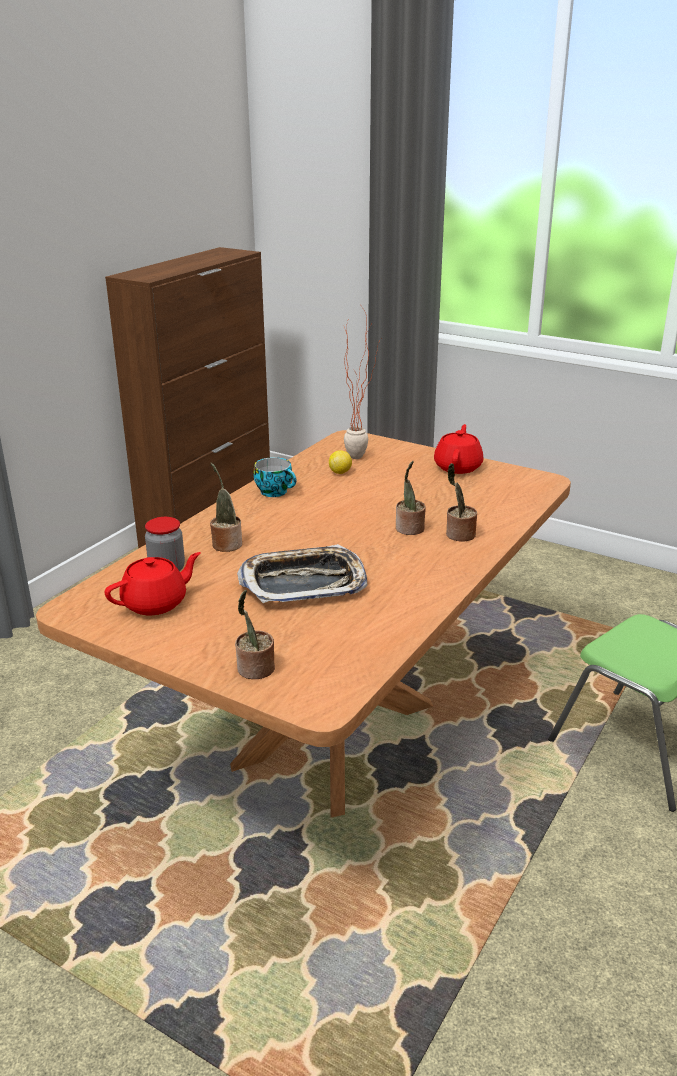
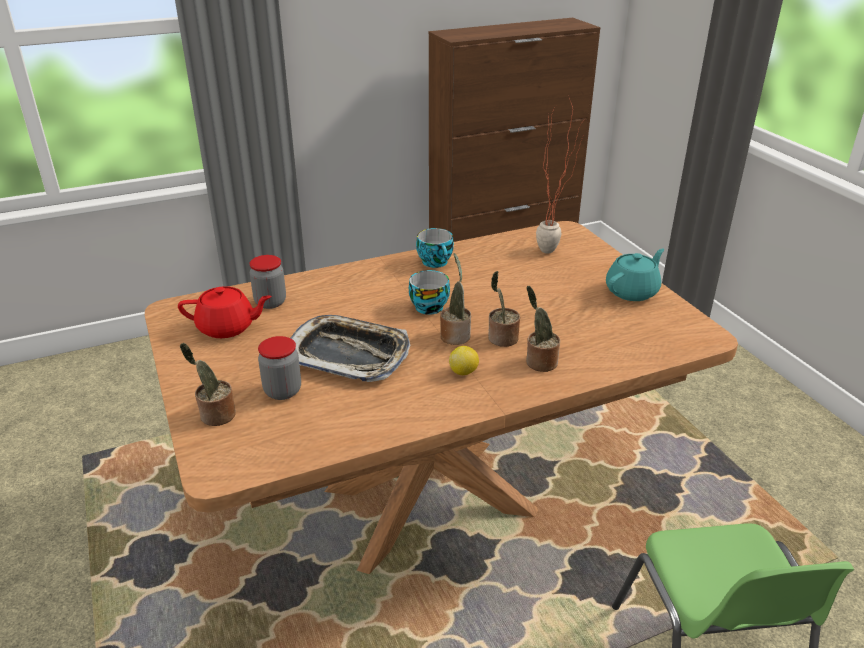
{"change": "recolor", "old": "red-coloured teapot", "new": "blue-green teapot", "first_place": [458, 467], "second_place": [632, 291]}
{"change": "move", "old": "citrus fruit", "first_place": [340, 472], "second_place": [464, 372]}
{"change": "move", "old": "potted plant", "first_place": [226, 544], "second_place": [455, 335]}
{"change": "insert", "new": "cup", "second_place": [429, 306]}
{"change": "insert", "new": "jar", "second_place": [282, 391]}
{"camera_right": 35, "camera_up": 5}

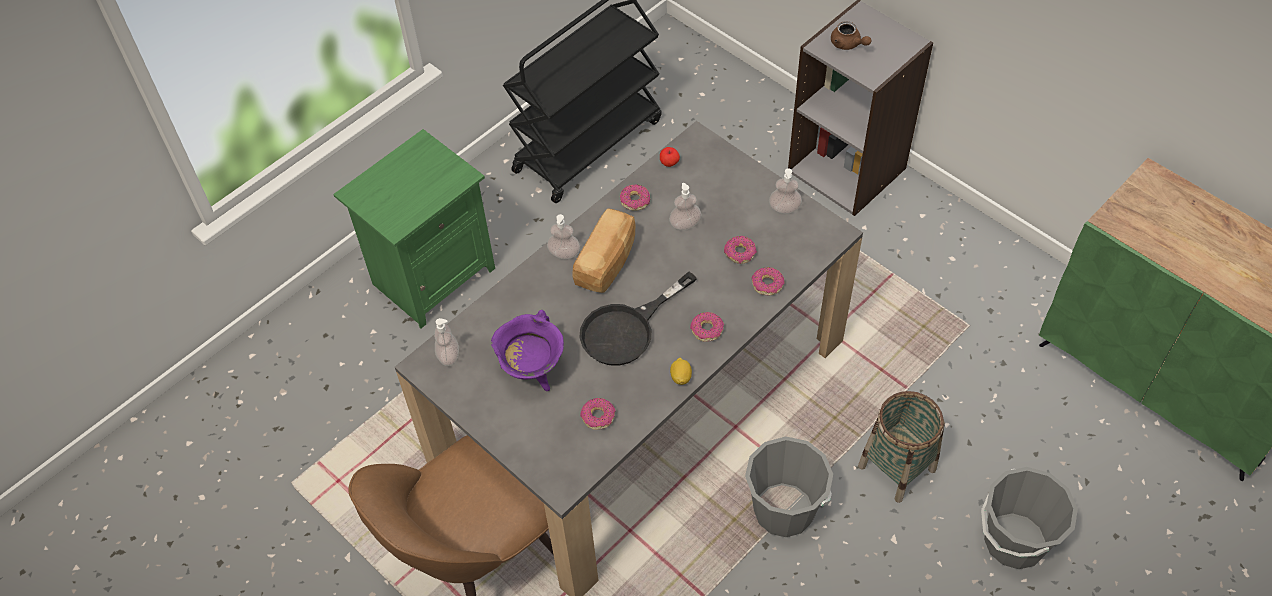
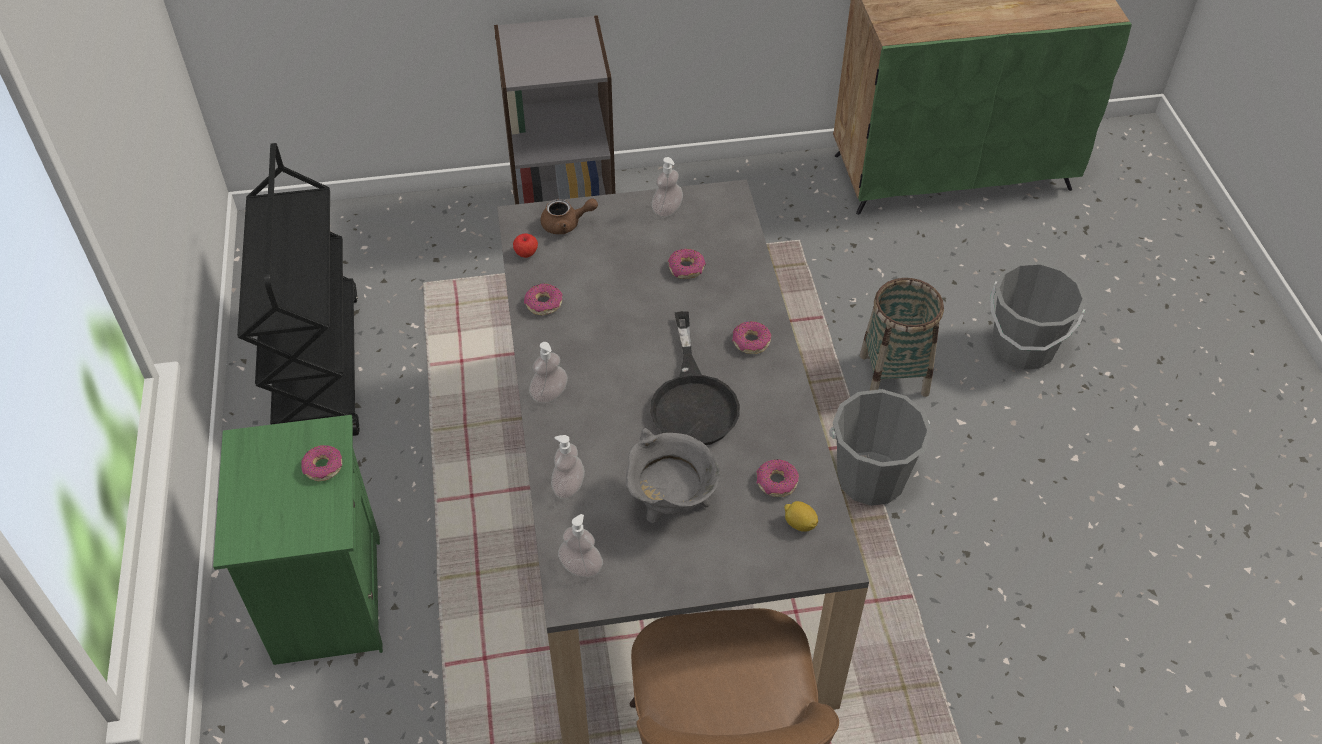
{"change": "move", "old": "brownish teapot", "first_place": [848, 44], "second_place": [566, 224]}
{"change": "move", "old": "liquid soap bottle", "first_place": [685, 224], "second_place": [568, 486]}
{"change": "delete", "old": "baked bread", "first_place": [607, 262]}
{"change": "move", "old": "ring doughnut", "first_place": [767, 284], "second_place": [323, 467]}
{"change": "recolor", "old": "purple-coloured saucepot", "new": "grey saucepot", "first_place": [532, 371], "second_place": [671, 504]}
{"change": "move", "old": "citrus fruit", "first_place": [681, 377], "second_place": [799, 524]}
{"camera_right": -55, "camera_up": -5}

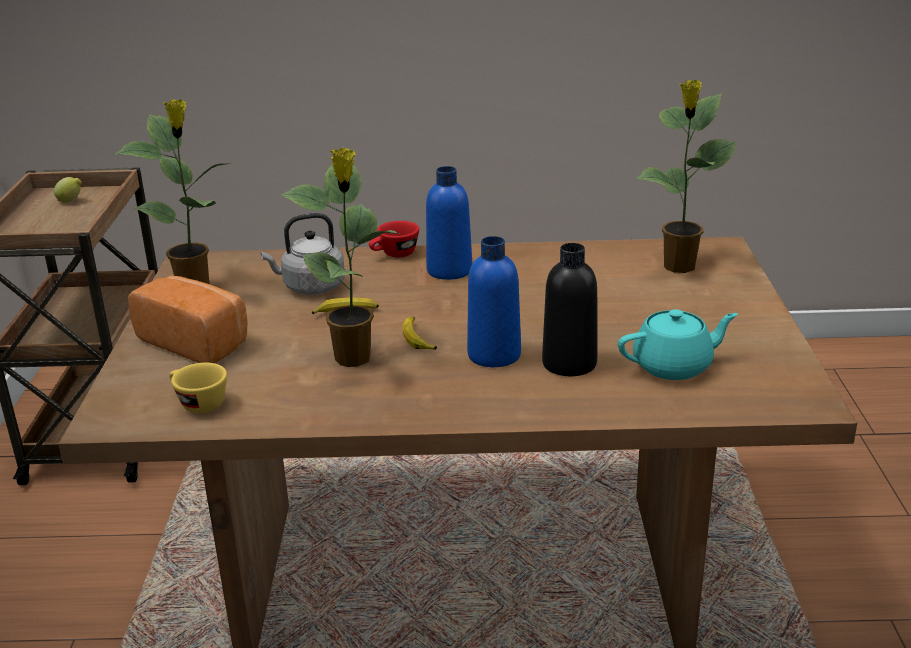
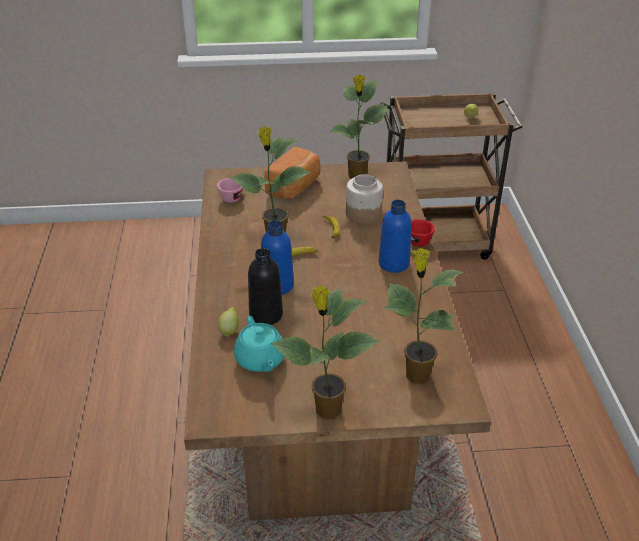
{"change": "replace", "old": "grey kettle", "new": "jar", "first_place": [310, 287], "second_place": [363, 213]}
{"change": "recolor", "old": "yellow cup", "new": "pink cup", "first_place": [197, 403], "second_place": [233, 196]}
{"change": "insert", "new": "potted plant", "second_place": [326, 410]}
{"change": "insert", "new": "citrus fruit", "second_place": [229, 330]}
{"camera_right": 85, "camera_up": 10}

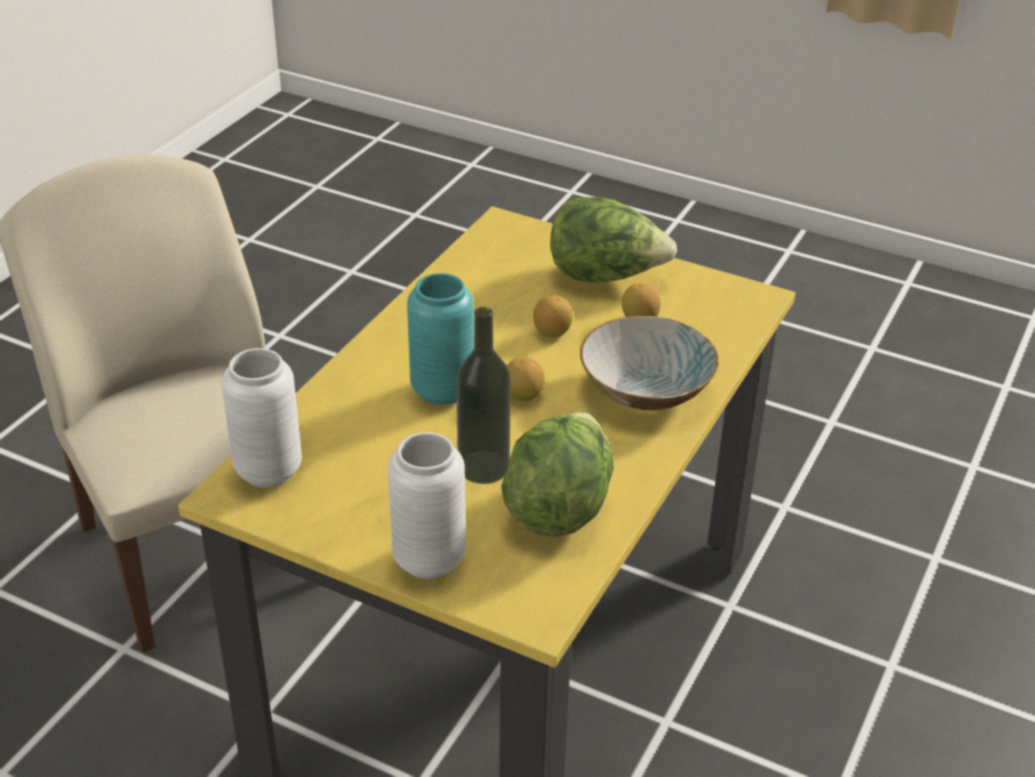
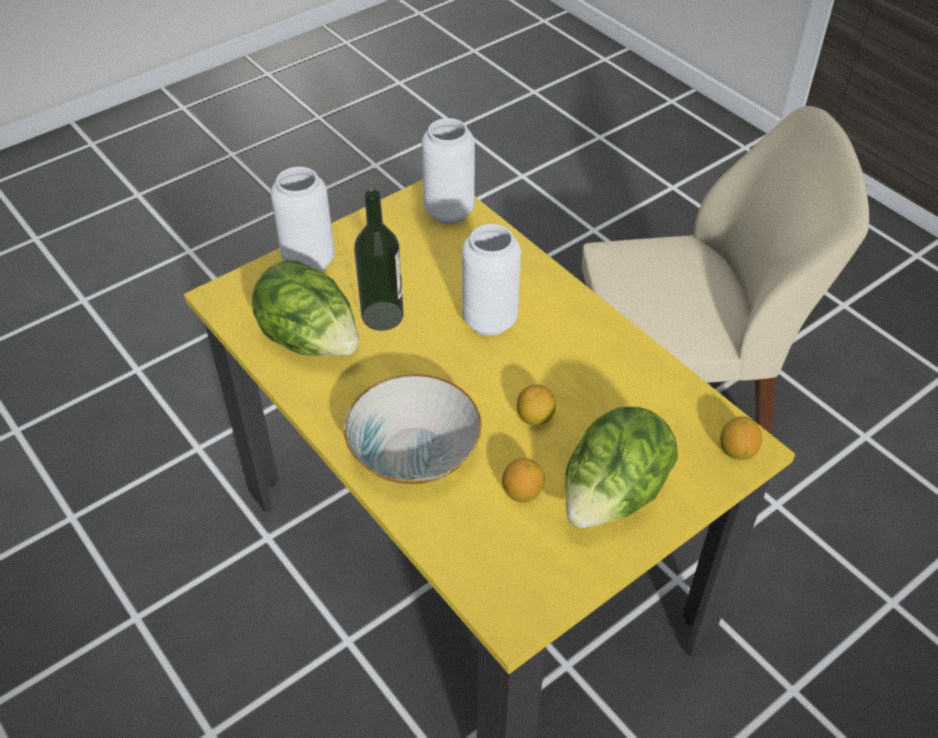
{"change": "recolor", "old": "blue-green vase", "new": "white vase", "first_place": [442, 390], "second_place": [490, 321]}
{"change": "move", "old": "citrus fruit", "first_place": [523, 396], "second_place": [736, 451]}
{"camera_right": 115, "camera_up": 10}

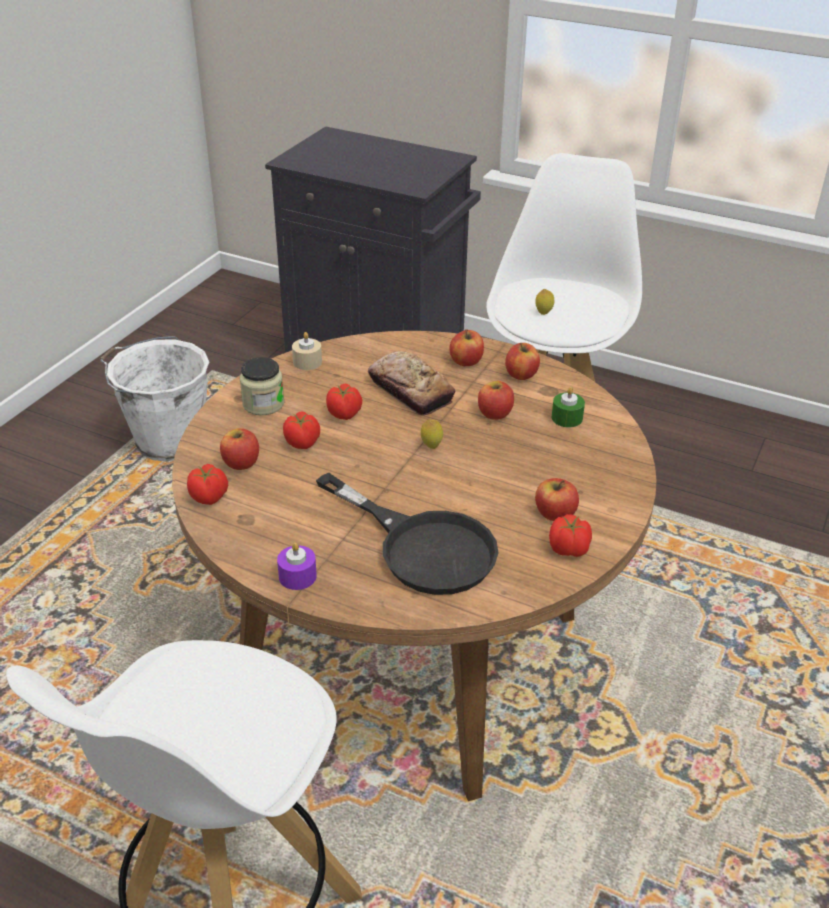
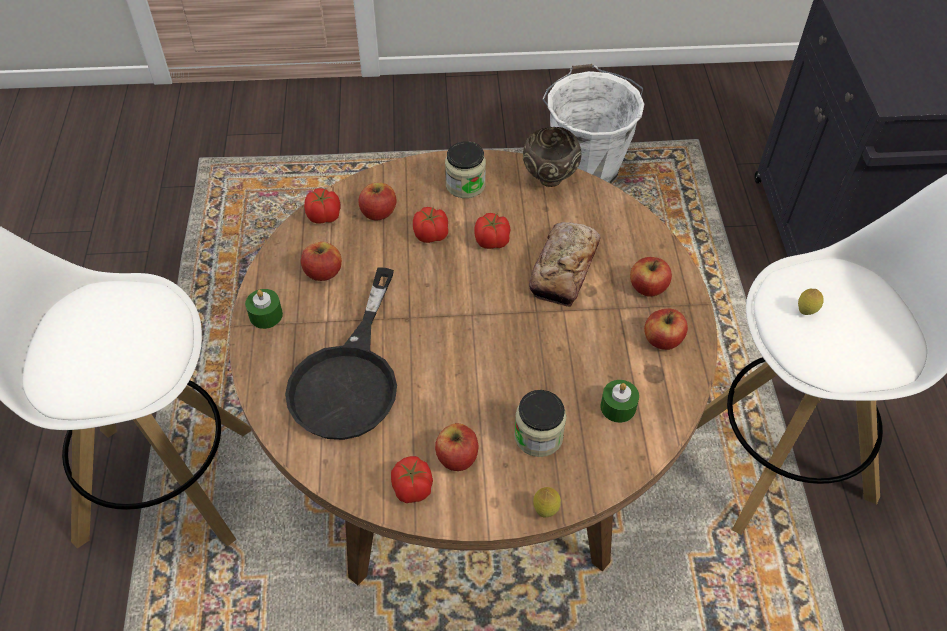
{"change": "replace", "old": "beige wax candle", "new": "brownish serving bowl", "first_place": [307, 362], "second_place": [548, 180]}
{"change": "move", "old": "whole apple", "first_place": [494, 413], "second_place": [323, 272]}
{"change": "move", "old": "citrus fruit", "first_place": [431, 446], "second_place": [545, 510]}
{"change": "recolor", "old": "purple-coloured wax candle", "new": "greenish wax candle", "first_place": [297, 576], "second_place": [266, 315]}
{"change": "insert", "new": "jar", "second_place": [538, 436]}
{"camera_right": 60, "camera_up": 15}

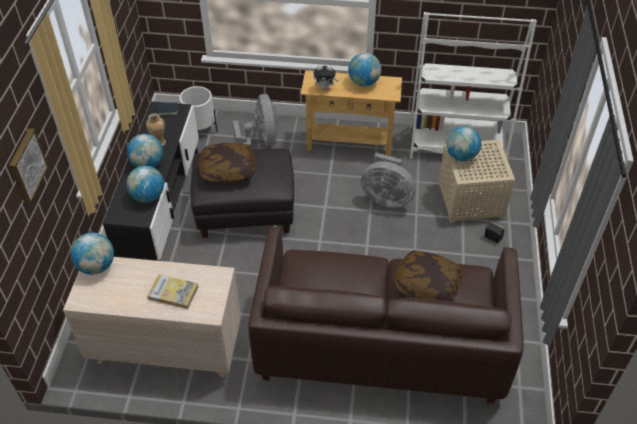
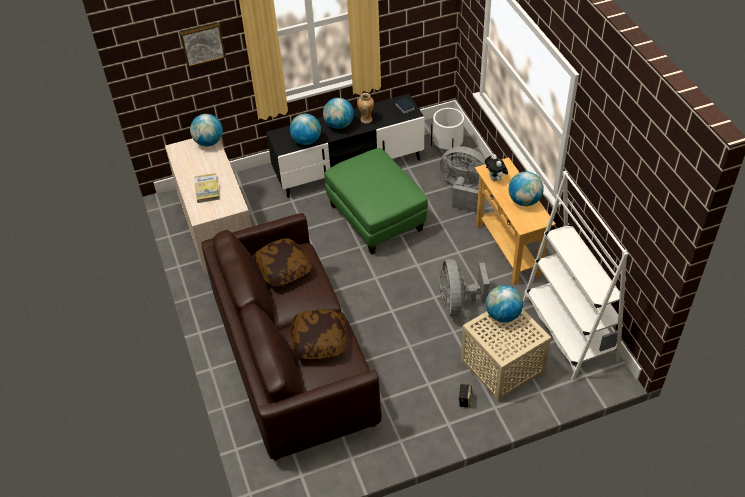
{"change": "rotate", "old": "grey electric fan", "first_place": [261, 141], "second_place": [463, 191], "degrees": -120}
{"change": "move", "old": "pillow", "first_place": [227, 170], "second_place": [283, 269]}
{"change": "recolor", "old": "black ottoman", "new": "greenish ottoman", "first_place": [245, 211], "second_place": [376, 217]}
{"camera_right": 65, "camera_up": 0}

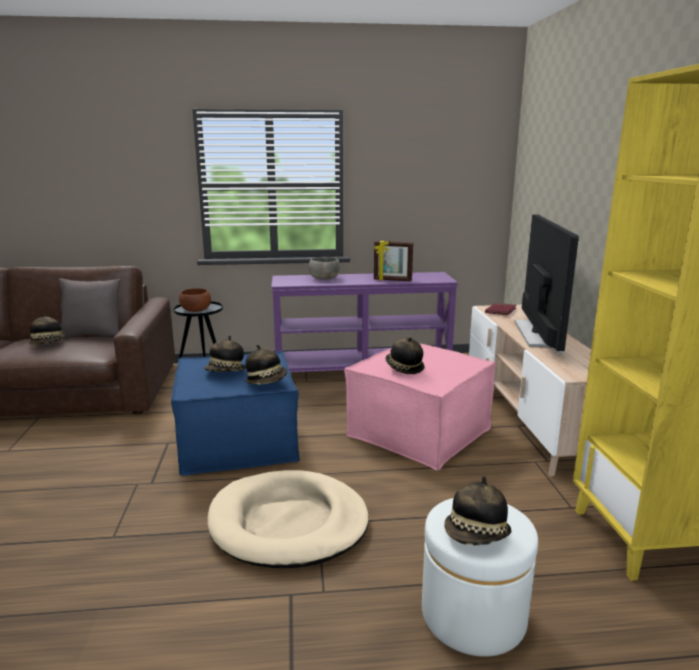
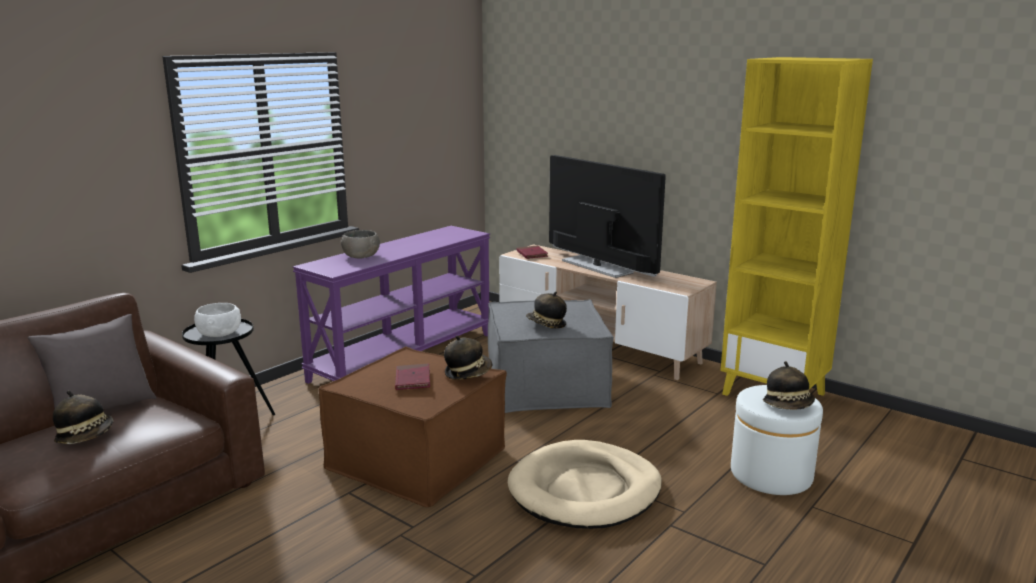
{"change": "delete", "old": "standing frame", "first_place": [392, 280]}
{"change": "recolor", "old": "brownish serving bowl", "new": "white serving bowl", "first_place": [196, 310], "second_place": [219, 334]}
{"change": "replace", "old": "wearable hat", "new": "red-coloured volume", "first_place": [226, 372], "second_place": [413, 379]}
{"change": "recolor", "old": "pink ottoman", "new": "grey ottoman", "first_place": [419, 432], "second_place": [547, 387]}
{"change": "recolor", "old": "blue-coloured ottoman", "new": "brownish ottoman", "first_place": [238, 441], "second_place": [417, 459]}
{"camera_right": -45, "camera_up": 0}

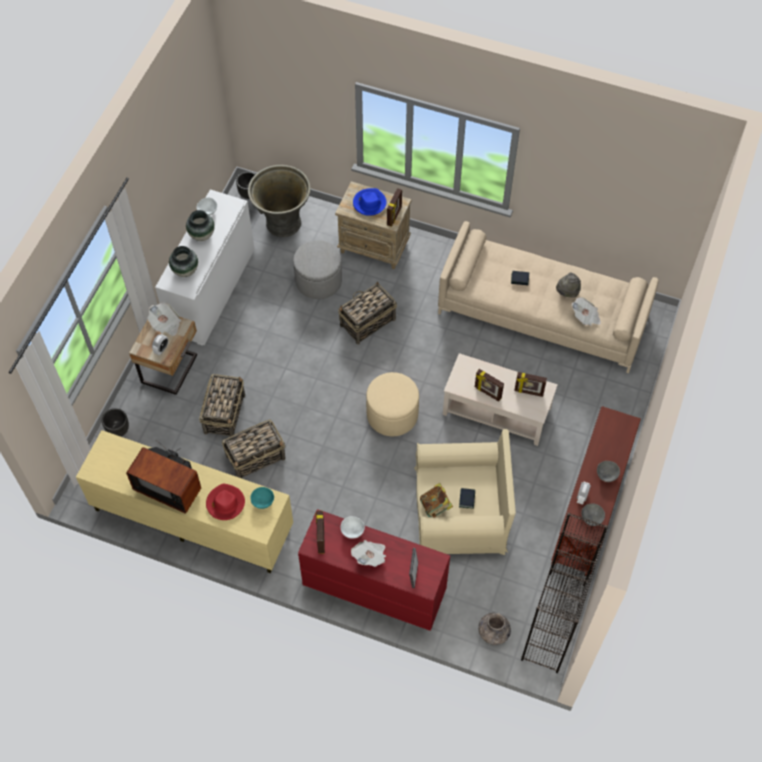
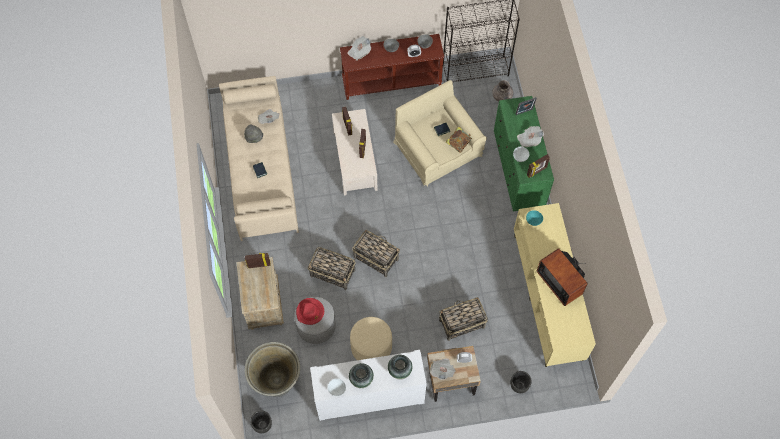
{"change": "delete", "old": "blue-coloured wearable hat", "first_place": [369, 203]}
{"change": "move", "old": "beige ottoman", "first_place": [392, 414], "second_place": [371, 346]}
{"change": "move", "old": "household basket", "first_place": [256, 457], "second_place": [375, 258]}
{"change": "rotate", "old": "TV set", "first_place": [169, 486], "second_place": [561, 281], "degrees": 150}
{"change": "move", "old": "red-coloured wearable hat", "first_place": [225, 503], "second_place": [310, 312]}
{"change": "recolor", "old": "red-coloured dresser", "new": "greenish dresser", "first_place": [373, 587], "second_place": [518, 169]}
{"change": "insert", "new": "daily paper", "second_place": [359, 52]}
{"camera_right": -120, "camera_up": 5}

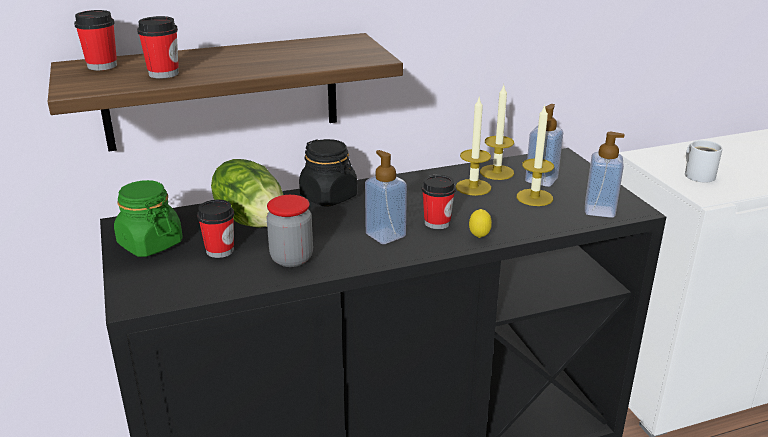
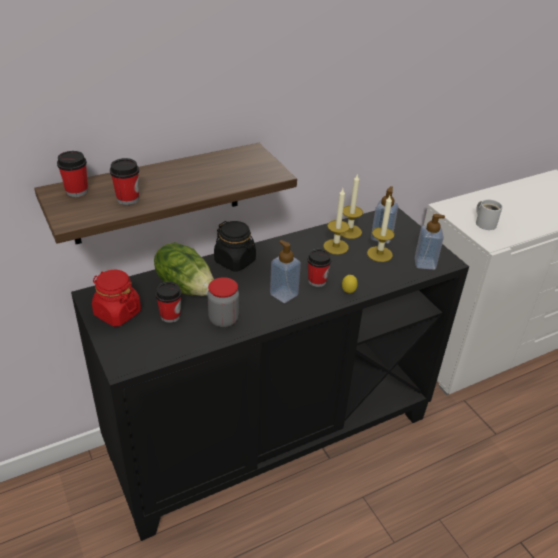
{"change": "recolor", "old": "greenish jar", "new": "red-coloured jar", "first_place": [150, 244], "second_place": [117, 313]}
{"camera_right": -10, "camera_up": 10}

